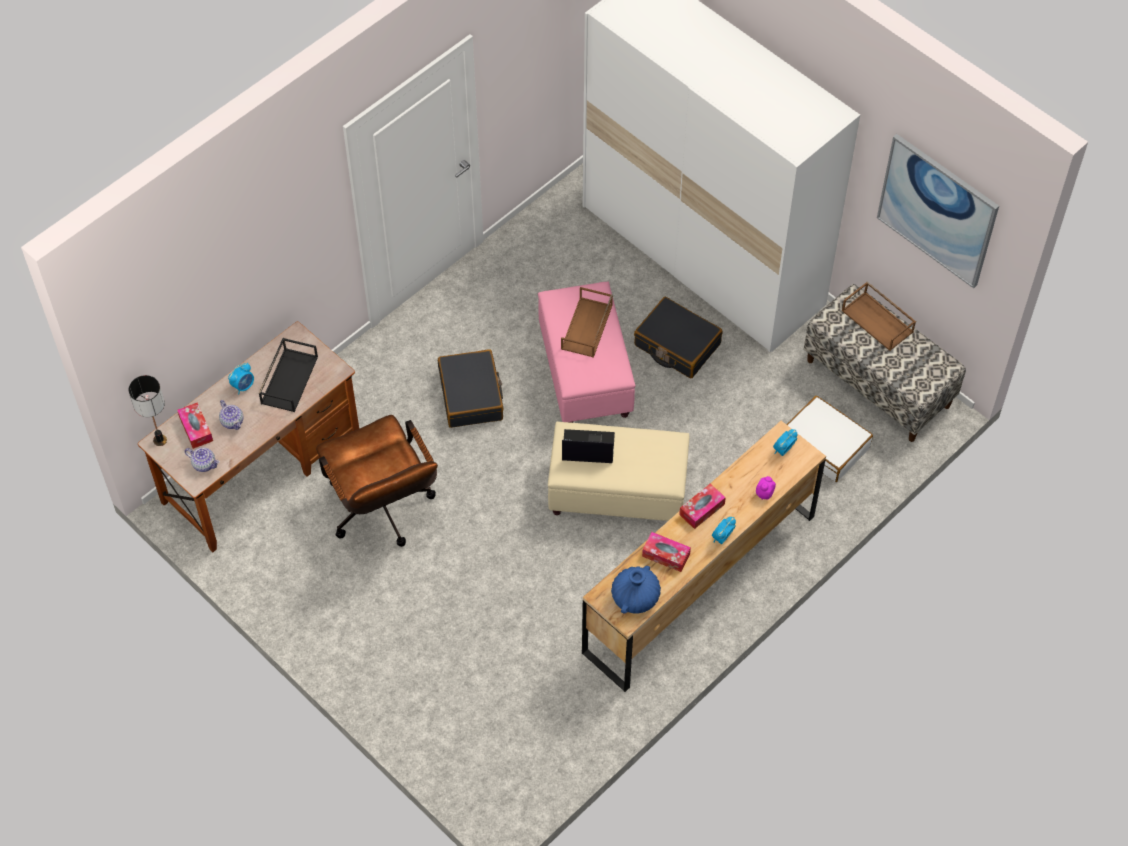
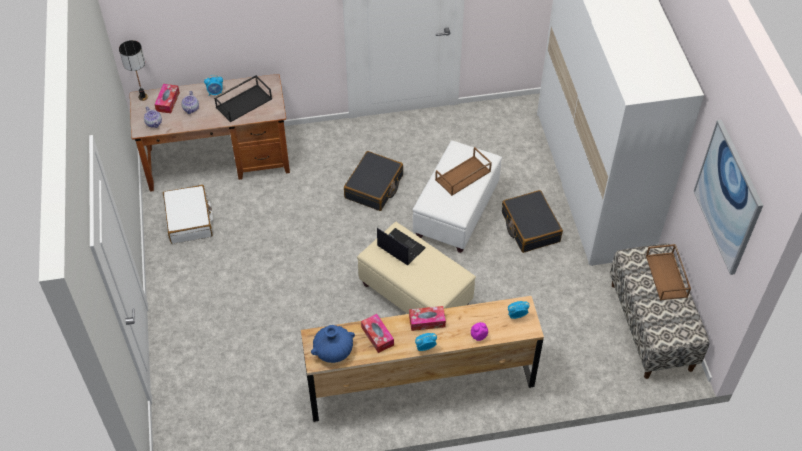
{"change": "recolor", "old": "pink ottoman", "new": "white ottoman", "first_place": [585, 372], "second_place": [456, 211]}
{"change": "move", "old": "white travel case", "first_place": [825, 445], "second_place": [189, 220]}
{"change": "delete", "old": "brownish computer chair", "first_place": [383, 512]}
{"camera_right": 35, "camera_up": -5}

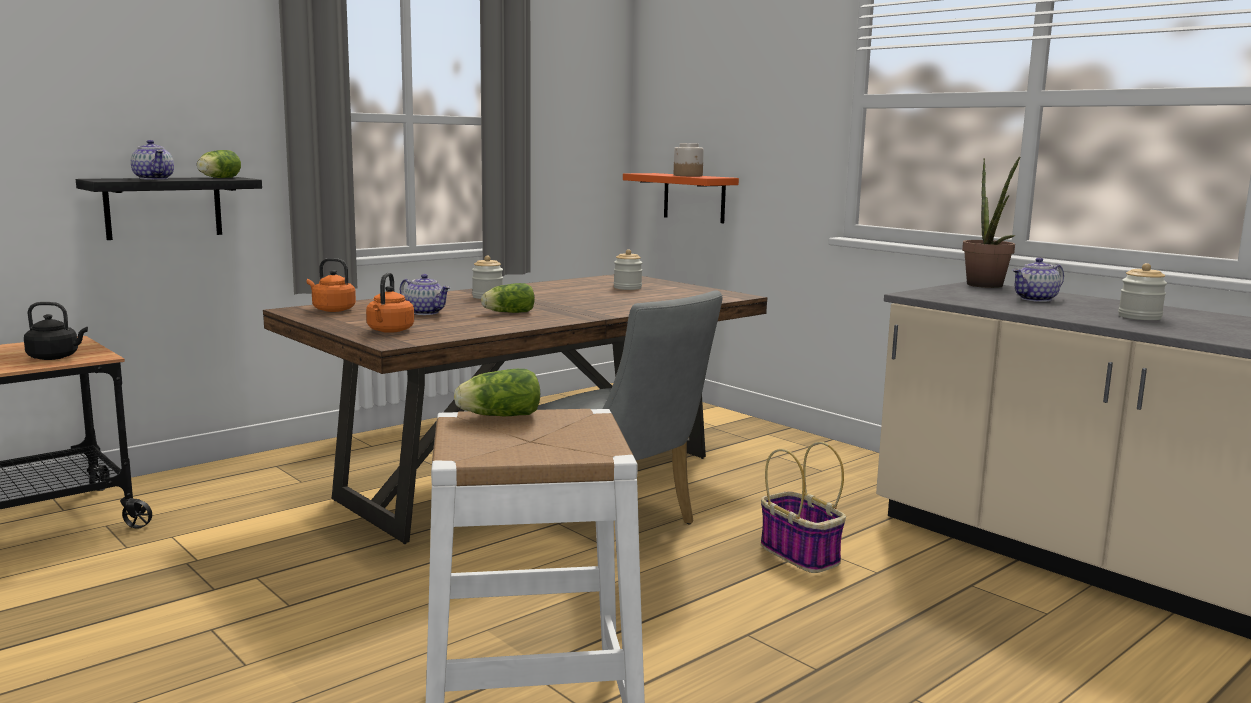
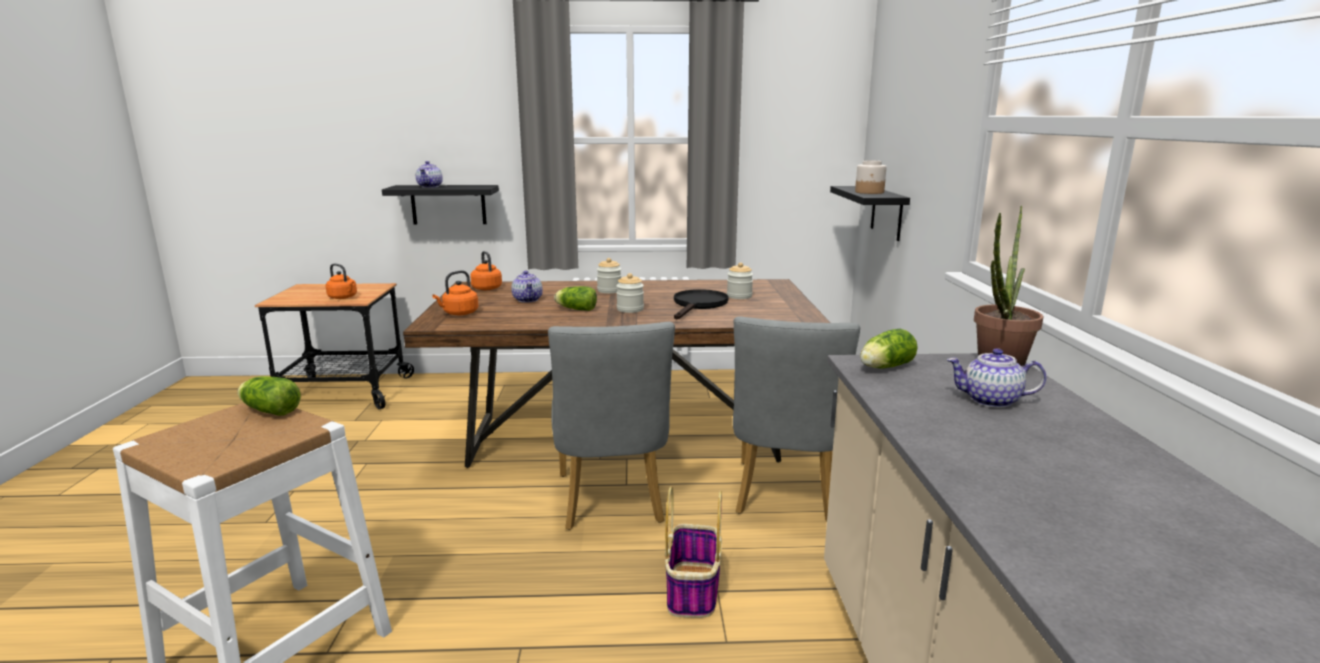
{"change": "move", "old": "head of lettuce", "first_place": [217, 178], "second_place": [884, 367]}
{"change": "recolor", "old": "orangey bracket shelf", "new": "black bracket shelf", "first_place": [694, 197], "second_place": [886, 213]}
{"change": "move", "old": "jar", "first_place": [1139, 317], "second_place": [630, 309]}
{"change": "recolor", "old": "black kettle", "new": "orangey kettle", "first_place": [56, 357], "second_place": [343, 297]}
{"change": "insert", "new": "black frying pan", "second_place": [698, 305]}
{"change": "insert", "new": "grey upright chair", "second_place": [785, 497]}
{"camera_right": 40, "camera_up": 5}

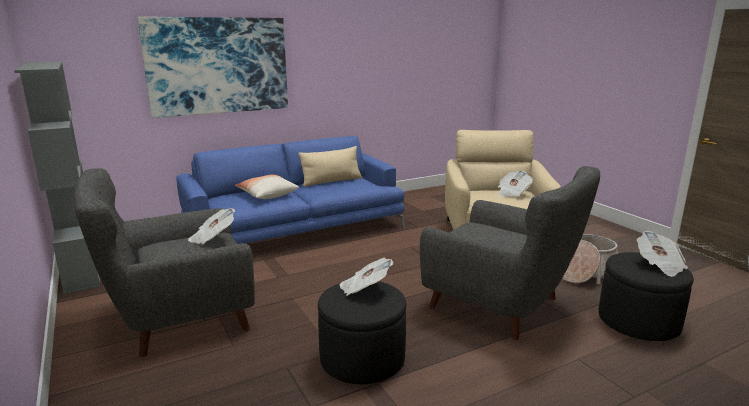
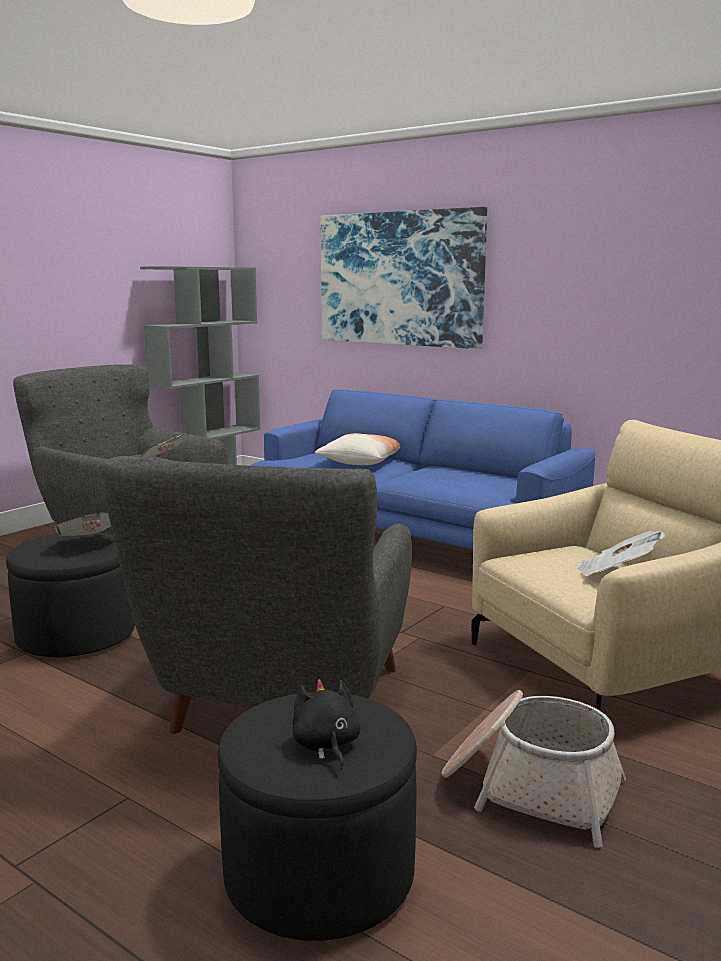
{"change": "delete", "old": "beige pillow", "first_place": [331, 181]}
{"change": "replace", "old": "daily paper", "new": "black soft toy", "first_place": [659, 265], "second_place": [326, 745]}
{"camera_right": 65, "camera_up": -5}

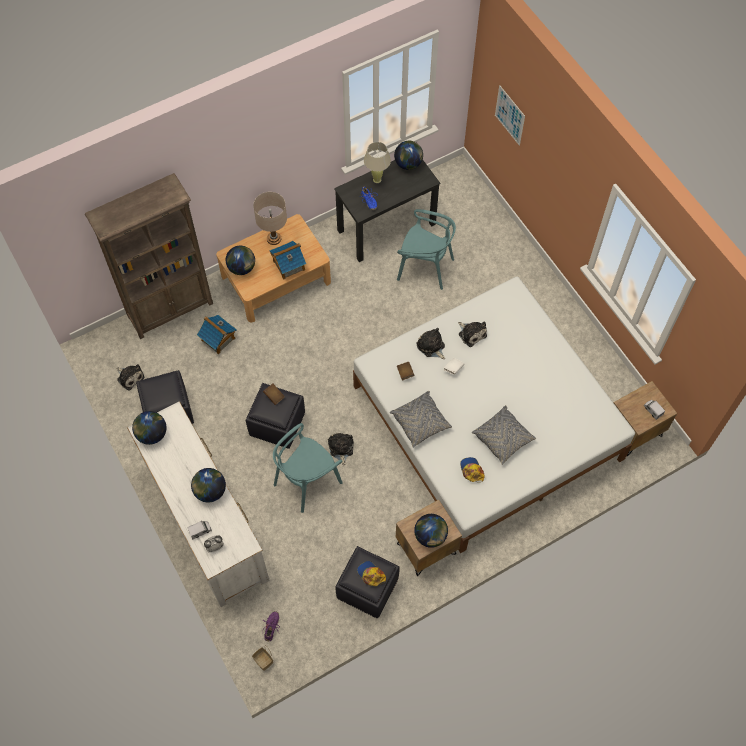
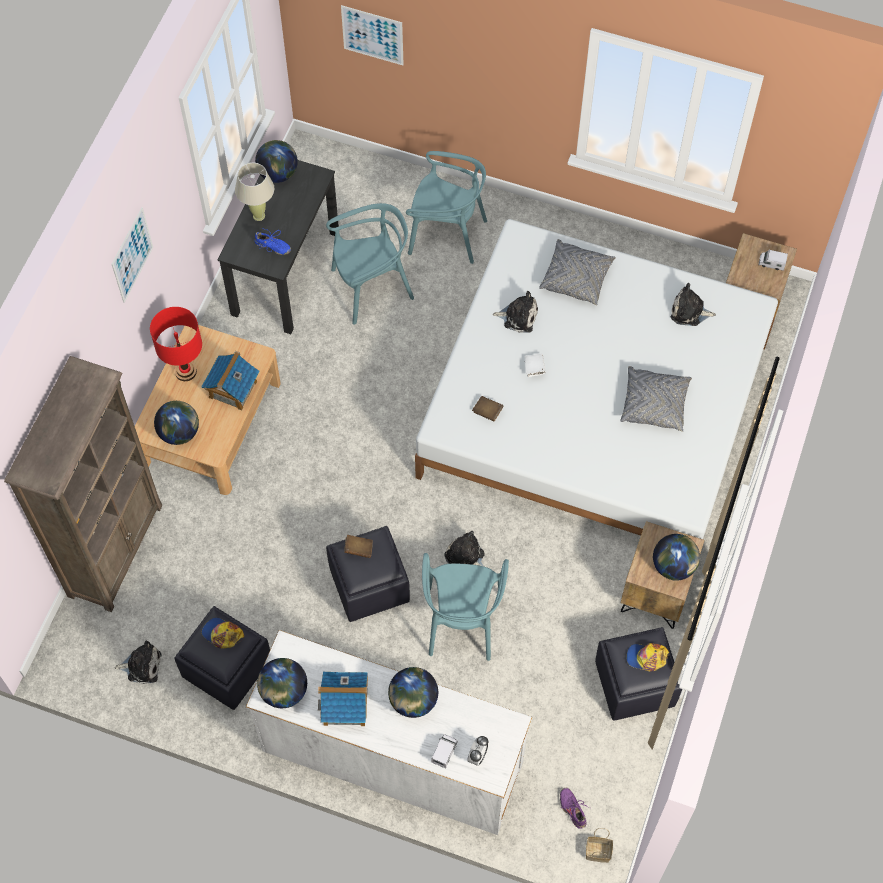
{"change": "recolor", "old": "beige tabletop lamp", "new": "red-coloured tabletop lamp", "first_place": [274, 238], "second_place": [185, 371]}
{"change": "move", "old": "toy house", "first_place": [218, 339], "second_place": [345, 705]}
{"change": "move", "old": "soft toy", "first_place": [431, 346], "second_place": [689, 312]}
{"change": "move", "old": "grey pillow", "first_place": [420, 422], "second_place": [576, 278]}
{"change": "move", "old": "cap", "first_place": [471, 470], "second_place": [222, 634]}
{"change": "insert", "new": "blue-green upright chair", "second_place": [447, 234]}
{"change": "insert", "new": "wall art", "second_place": [132, 255]}
{"camera_right": -40, "camera_up": 0}

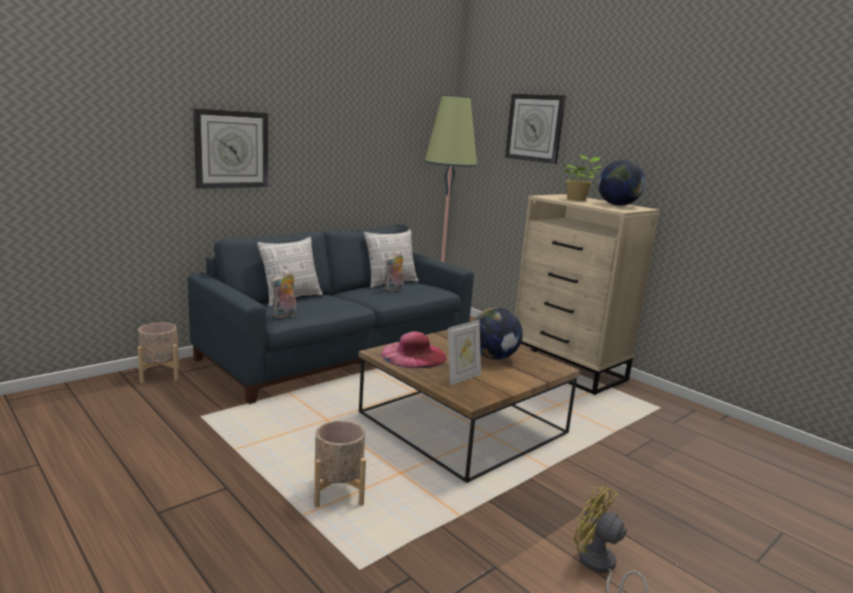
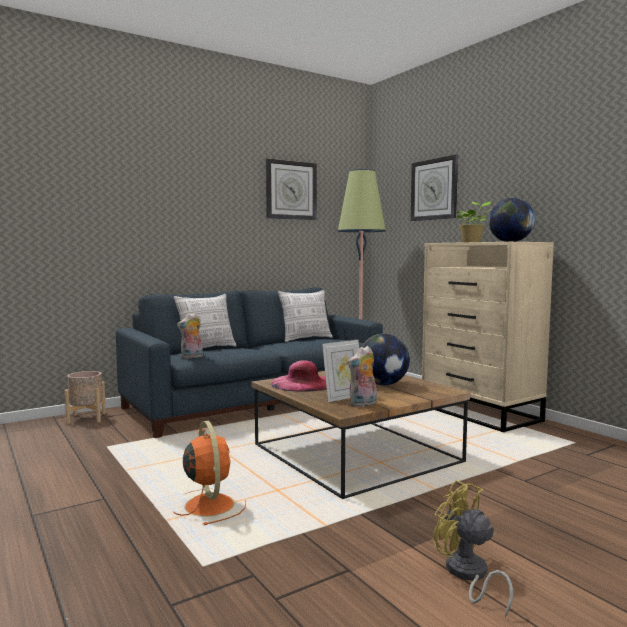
{"change": "move", "old": "clock on the wall", "first_place": [231, 149], "second_place": [291, 190]}
{"change": "move", "old": "soft toy", "first_place": [394, 290], "second_place": [363, 404]}
{"change": "replace", "old": "beige flower pot", "new": "orangey electric fan", "first_place": [338, 493], "second_place": [209, 505]}
{"camera_right": 10, "camera_up": -10}

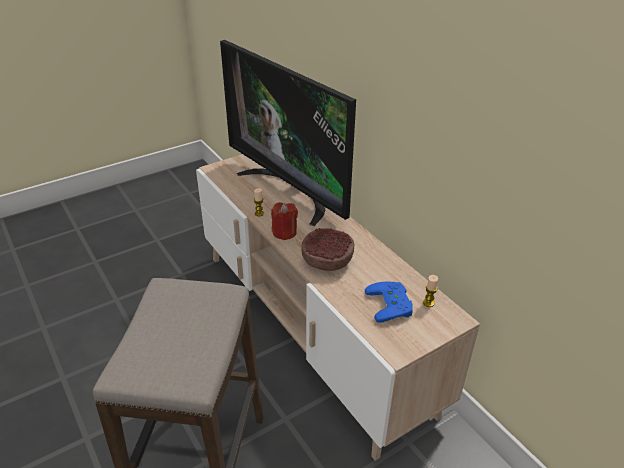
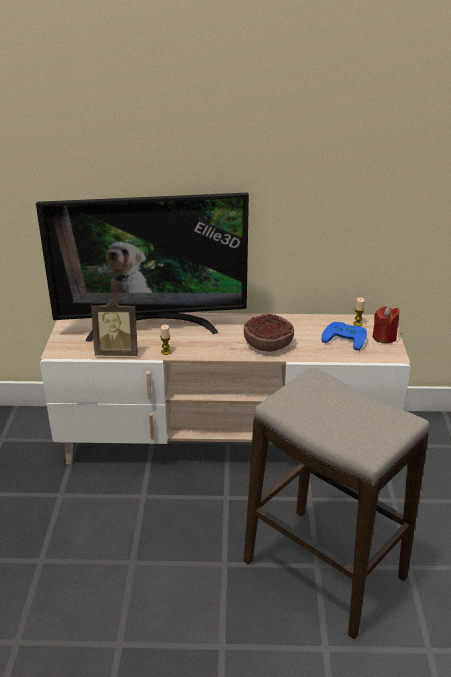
{"change": "move", "old": "red-coloured wax candle", "first_place": [284, 232], "second_place": [384, 337]}
{"change": "insert", "new": "standing frame", "second_place": [117, 352]}
{"camera_right": -55, "camera_up": -5}

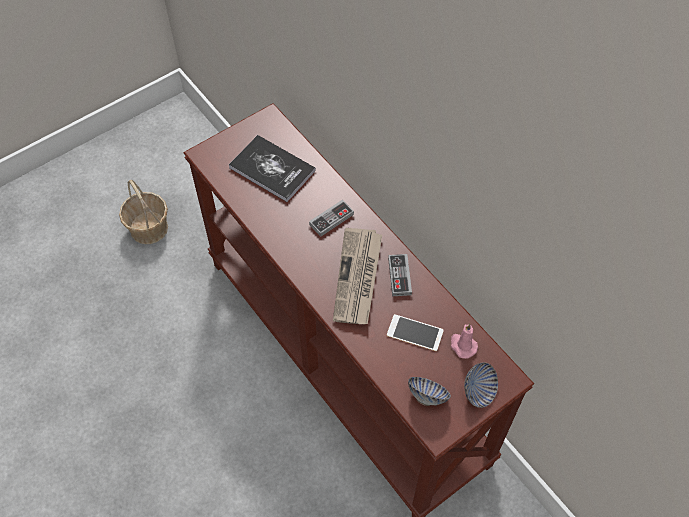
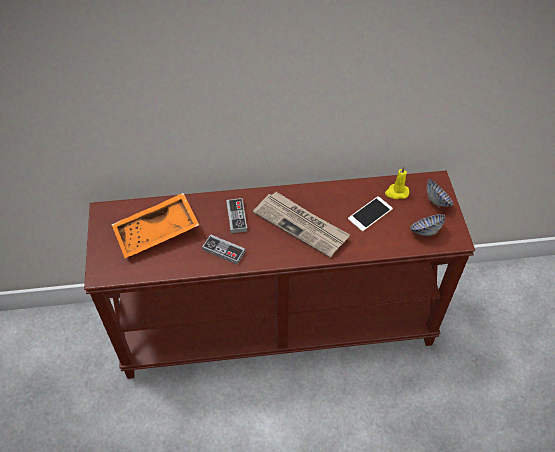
{"change": "replace", "old": "volume", "new": "orangey carrying tray", "first_place": [272, 169], "second_place": [157, 233]}
{"change": "delete", "old": "household basket", "first_place": [149, 228]}
{"change": "move", "old": "game controller", "first_place": [399, 276], "second_place": [223, 251]}
{"change": "recolor", "old": "pink wax candle", "new": "yellow wax candle", "first_place": [462, 345], "second_place": [396, 192]}
{"camera_right": -60, "camera_up": -5}

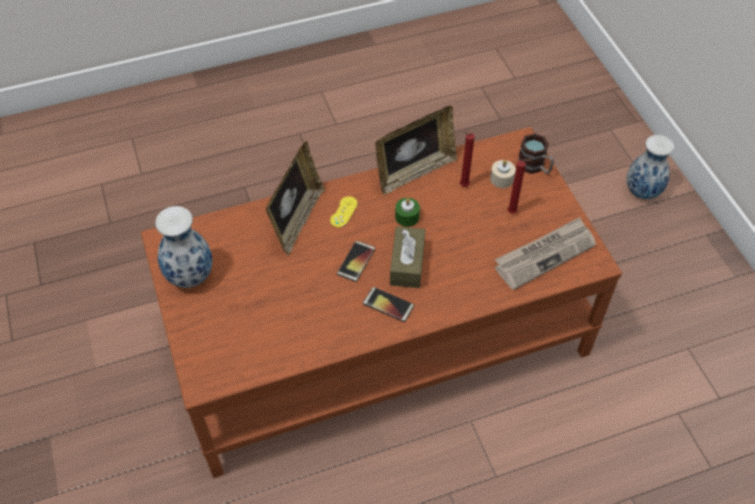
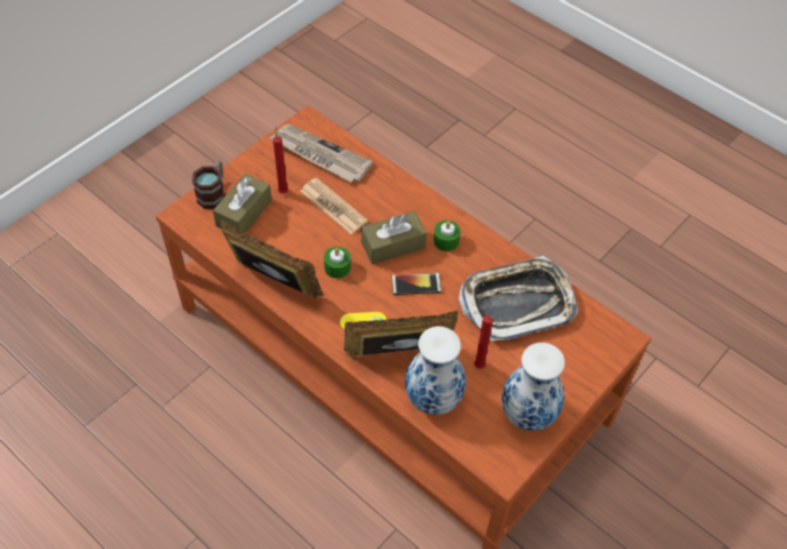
{"change": "move", "old": "red-coloured wax candle", "first_place": [462, 185], "second_place": [480, 367]}
{"change": "move", "old": "vase", "first_place": [642, 191], "second_place": [432, 399]}
{"change": "replace", "old": "beige wax candle", "new": "brownish tissue holder", "first_place": [501, 179], "second_place": [244, 213]}
{"change": "replace", "old": "phone", "new": "greenish wax candle", "first_place": [388, 305], "second_place": [446, 241]}
{"change": "insert", "new": "daily paper", "second_place": [333, 206]}
{"change": "insert", "new": "carrying tray", "second_place": [517, 303]}
{"camera_right": -120, "camera_up": 0}

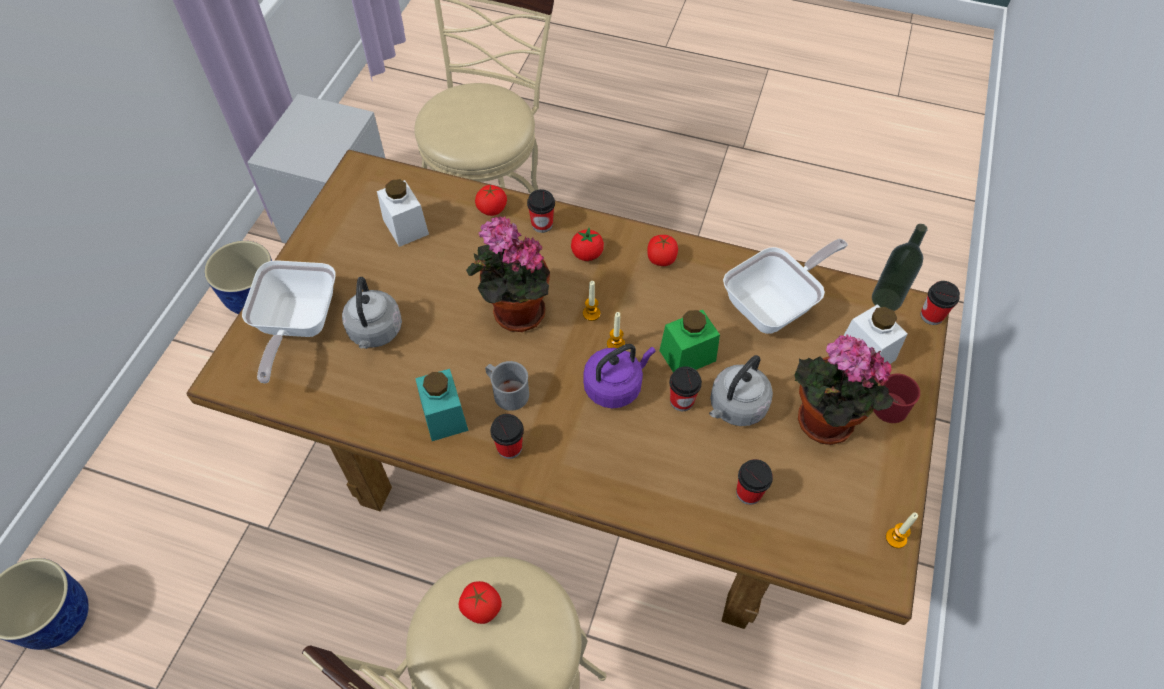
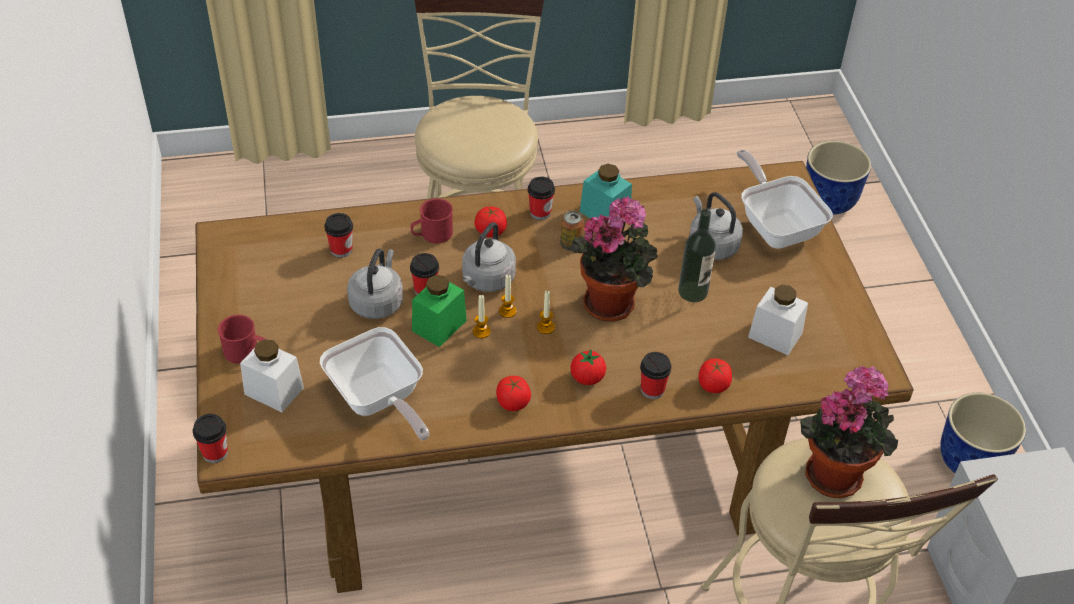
{"change": "move", "old": "drink bottle", "first_place": [886, 300], "second_place": [693, 292]}
{"change": "rotate", "old": "frying pan", "first_place": [775, 305], "second_place": [378, 401], "degrees": -60}
{"change": "move", "old": "potted plant", "first_place": [820, 423], "second_place": [835, 472]}
{"change": "recolor", "old": "purple-coloured kettle", "new": "grey kettle", "first_place": [615, 386], "second_place": [487, 280]}
{"change": "replace", "old": "grey mug", "new": "metal can", "first_place": [507, 392], "second_place": [571, 245]}
{"change": "move", "old": "wax candle", "first_place": [896, 538], "second_place": [481, 331]}
{"change": "move", "old": "tomato", "first_place": [481, 607], "second_place": [490, 231]}
{"change": "insert", "new": "red-coloured mug", "second_place": [432, 235]}
{"camera_right": 150, "camera_up": -10}

